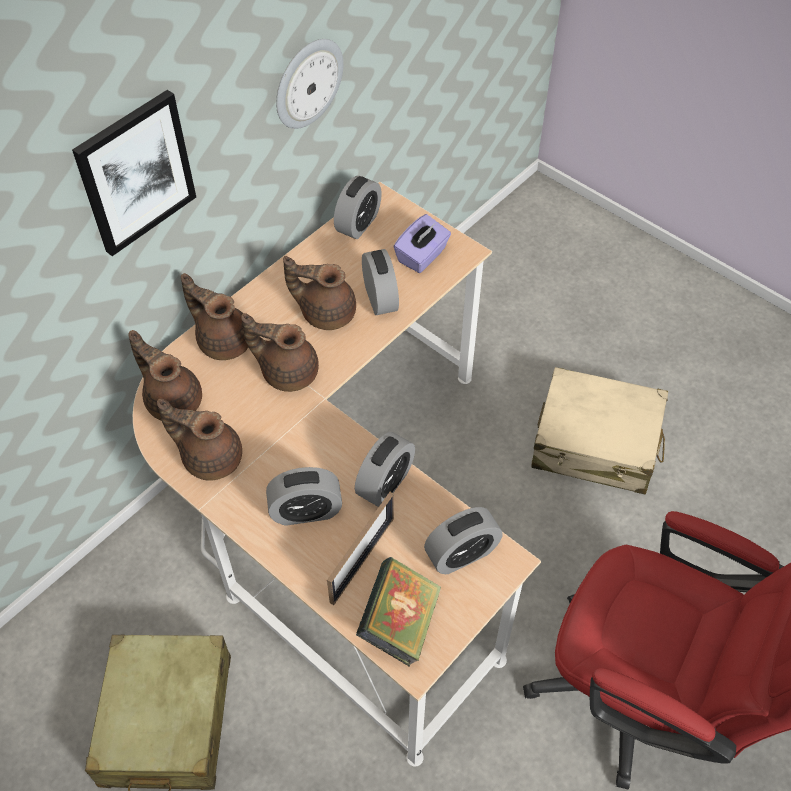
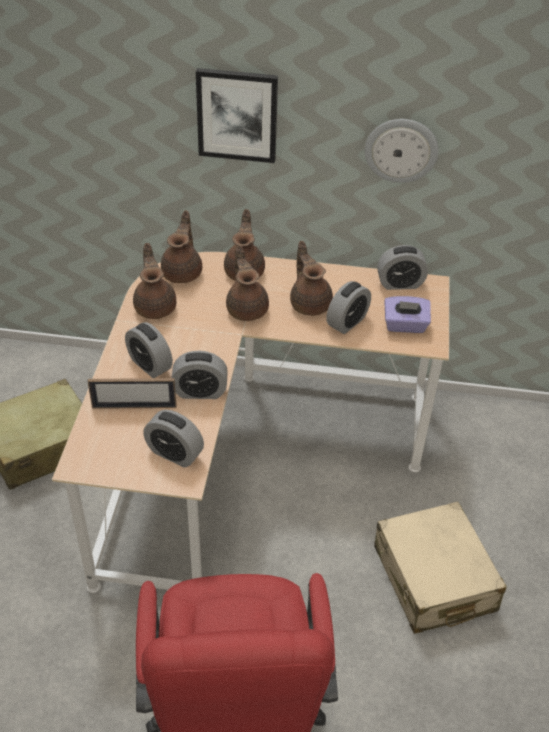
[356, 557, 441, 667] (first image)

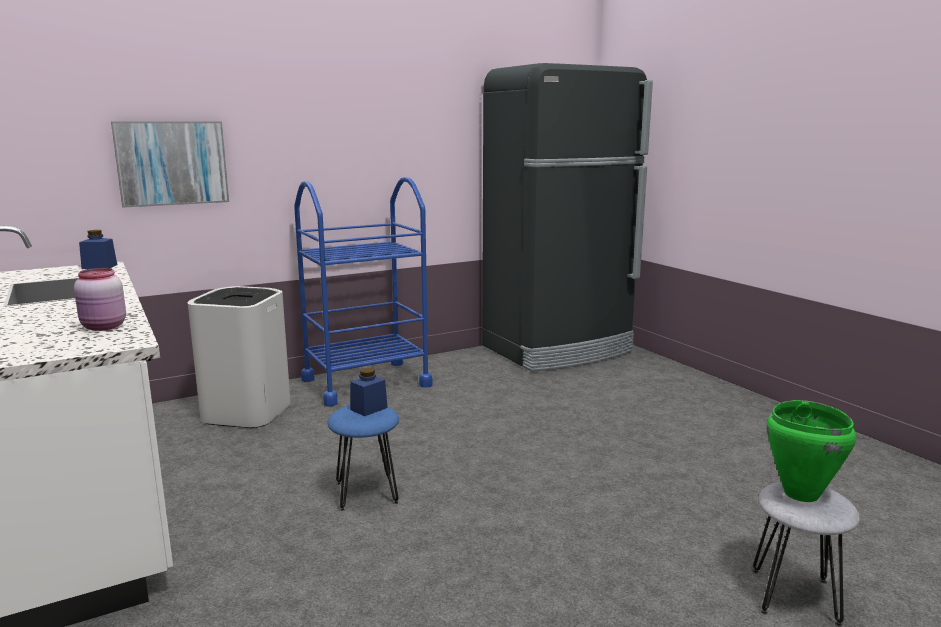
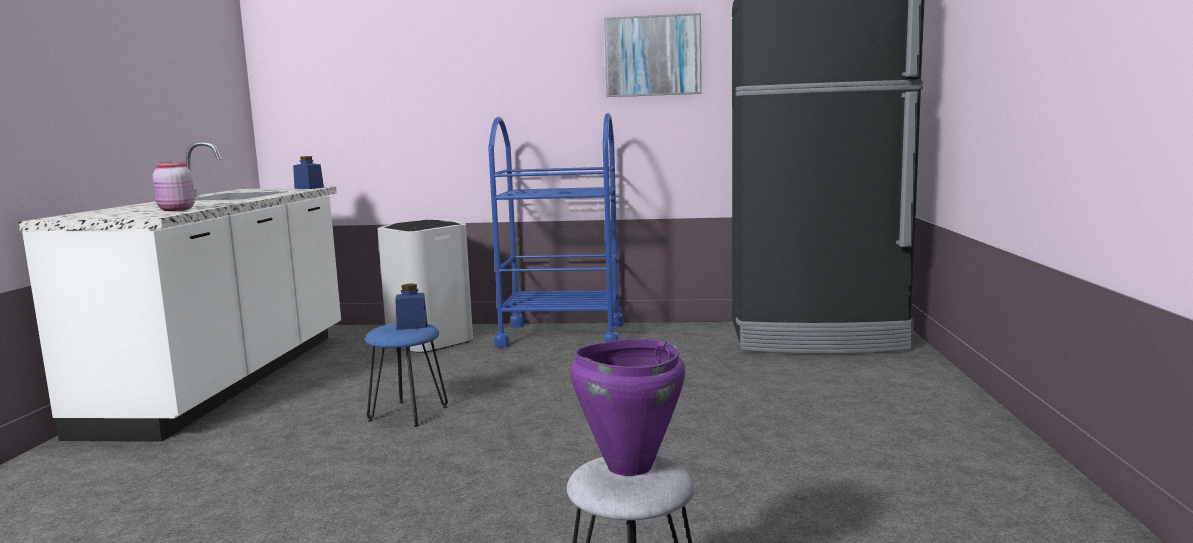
[570, 339, 685, 476]
[604, 13, 702, 97]

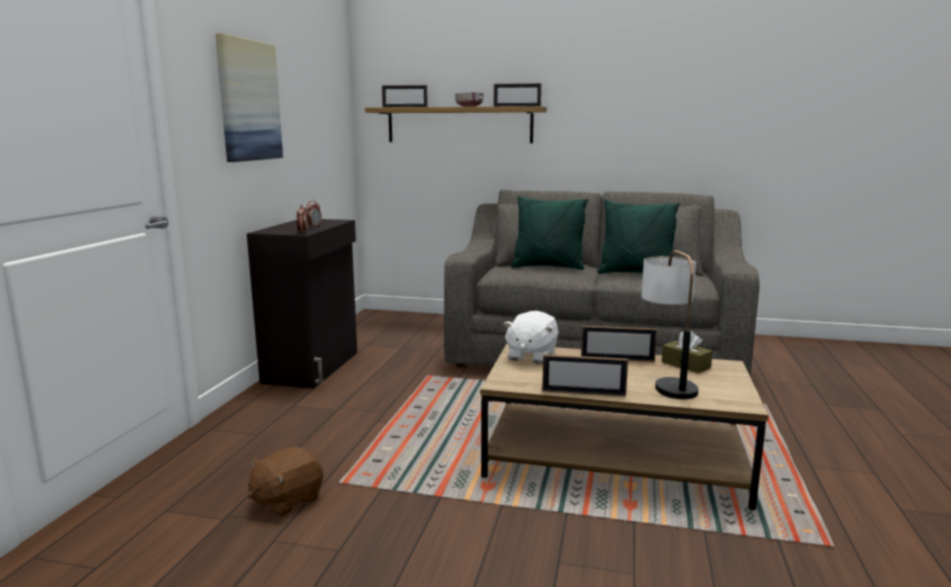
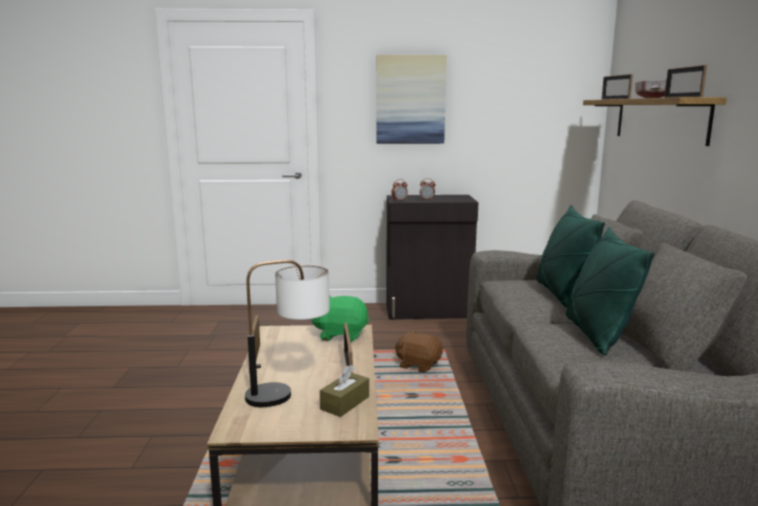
[312, 295, 369, 342]
[395, 331, 443, 373]

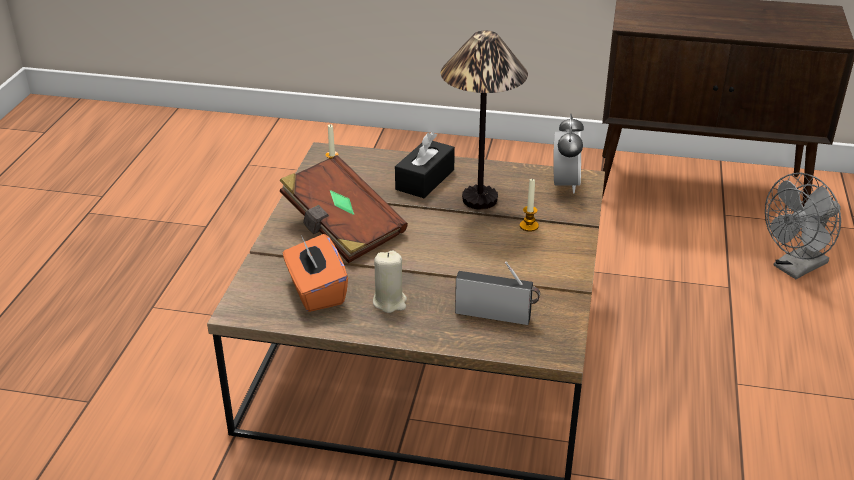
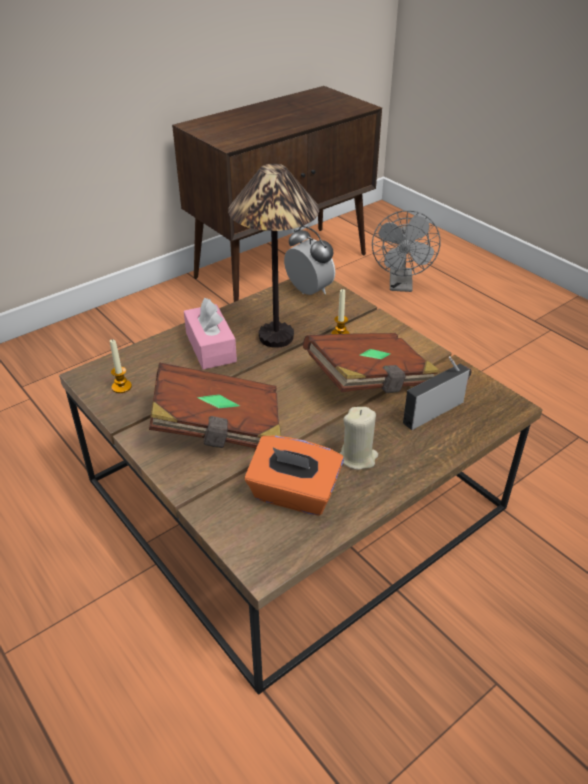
[184, 298, 237, 370]
[303, 333, 440, 393]

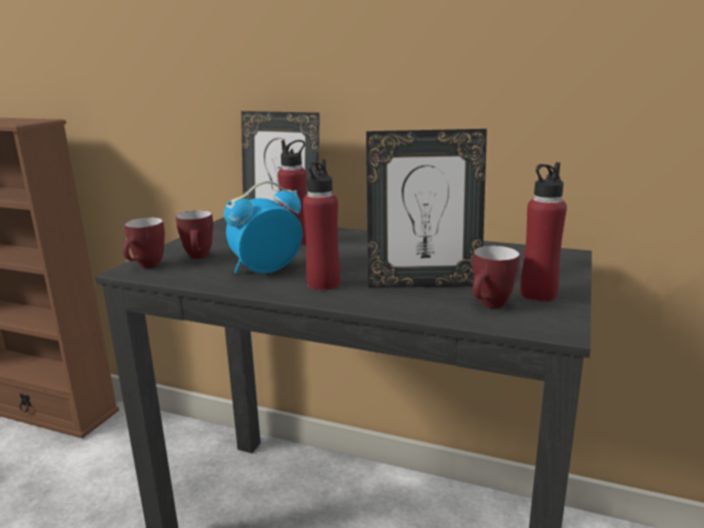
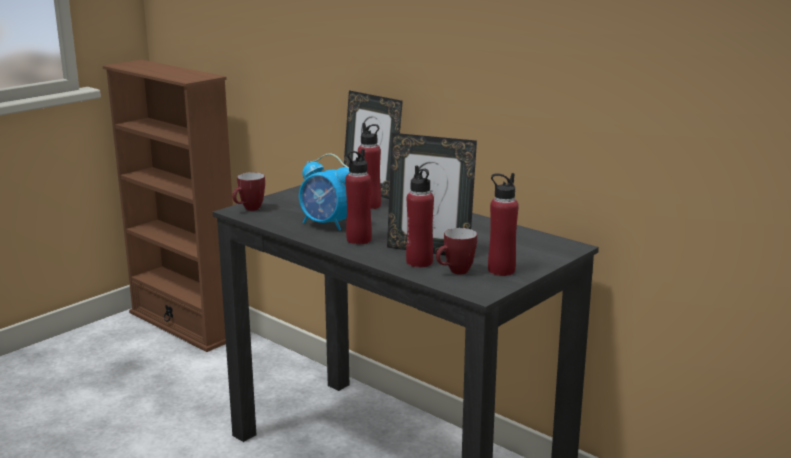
[299, 153, 349, 231]
[406, 165, 434, 268]
[176, 210, 213, 259] (first image)

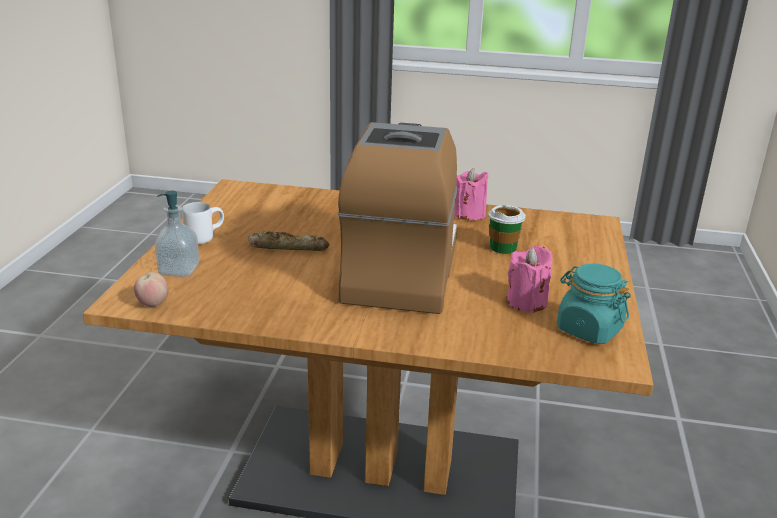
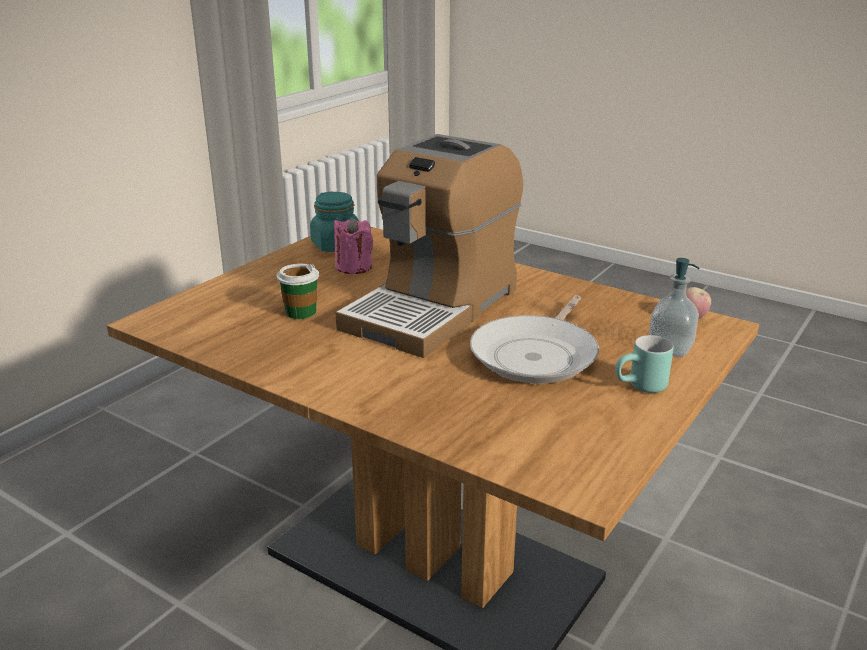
[470, 295, 599, 384]
[615, 335, 673, 393]
[454, 168, 488, 220] (first image)

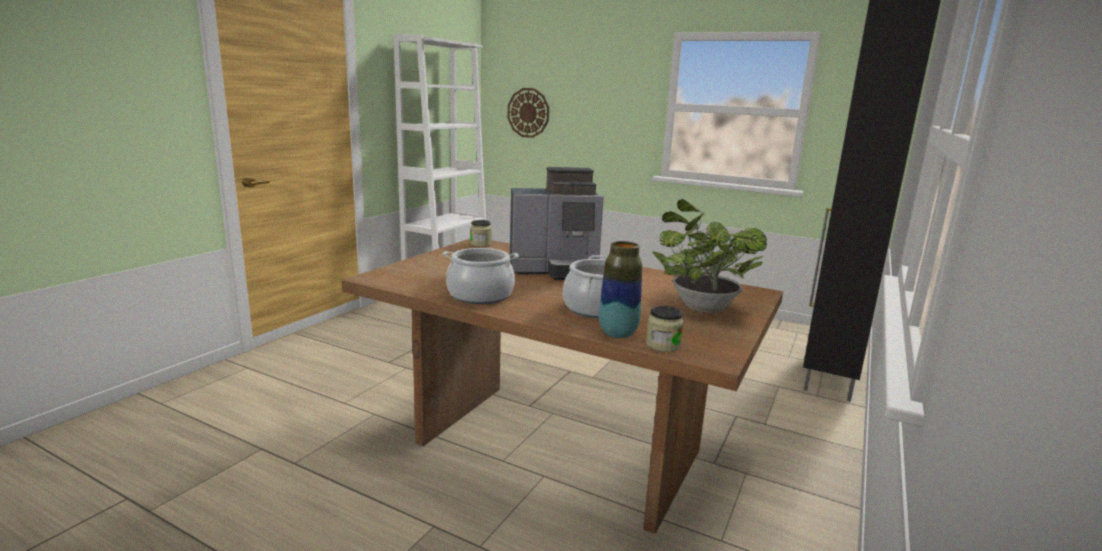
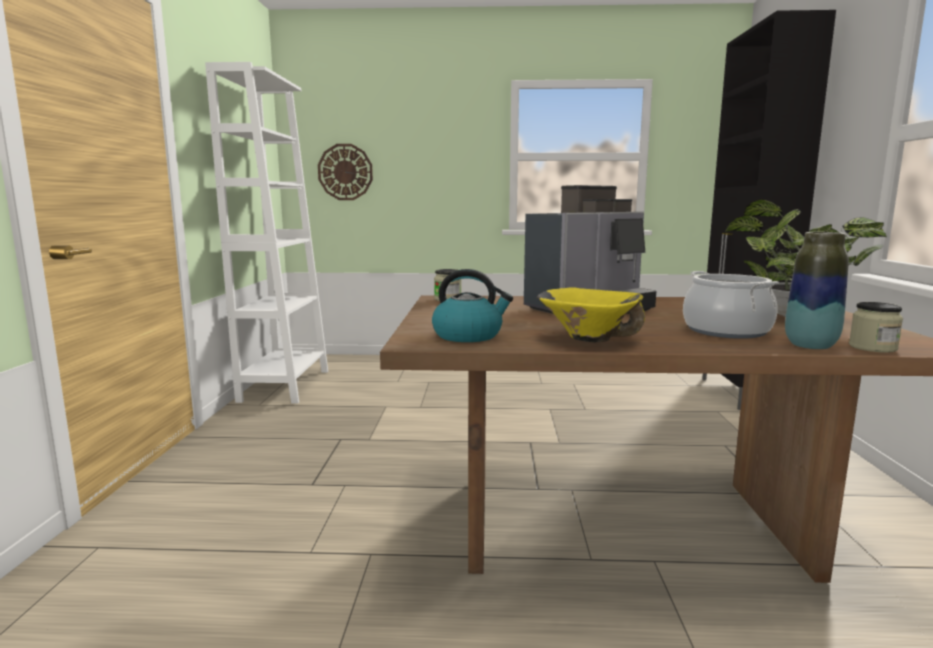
[432, 269, 513, 342]
[537, 287, 645, 342]

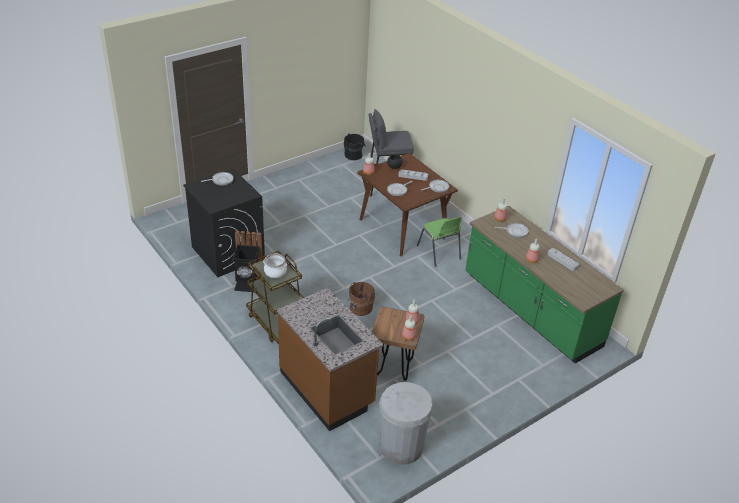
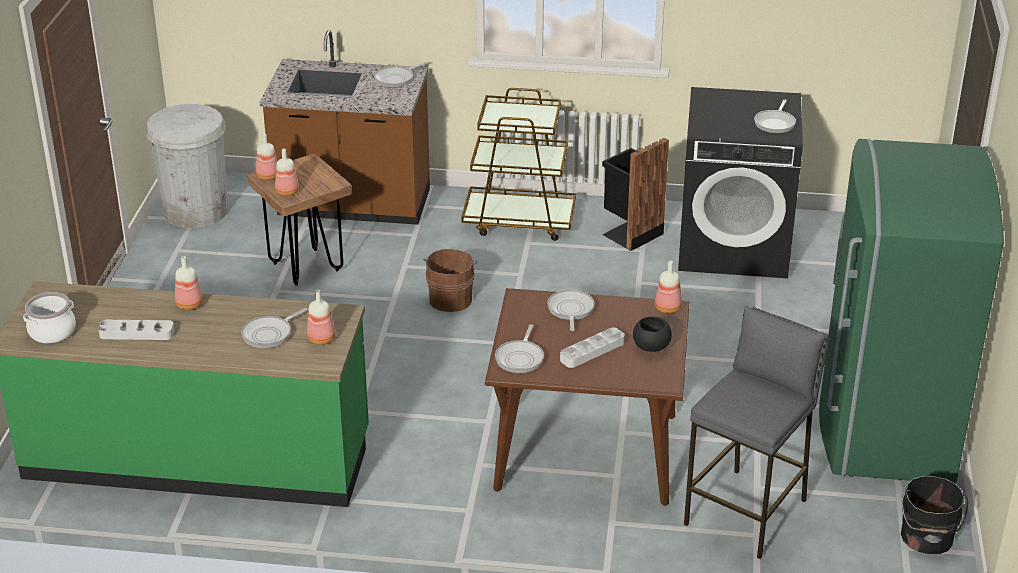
[23, 292, 76, 343]
[374, 62, 427, 88]
[819, 139, 1004, 484]
[417, 217, 462, 267] (first image)

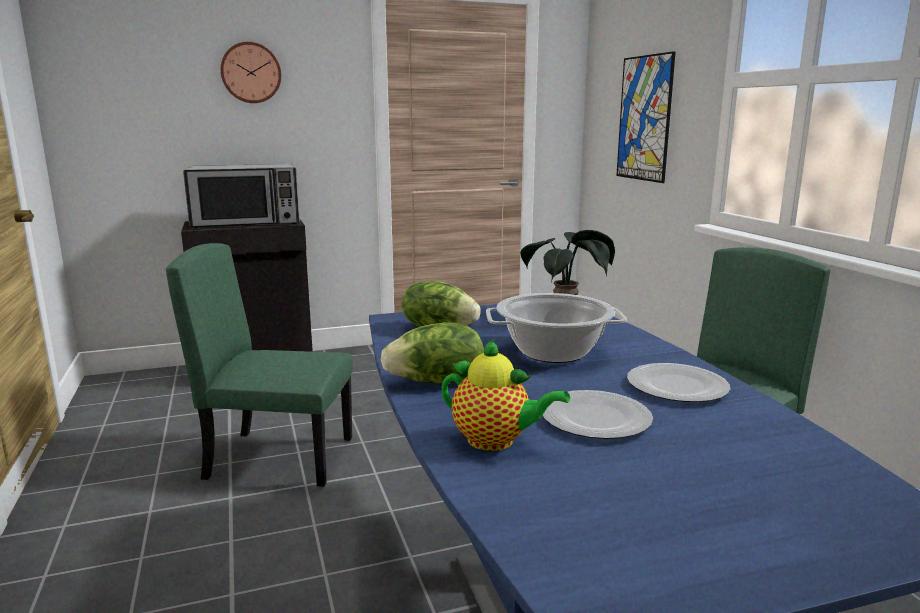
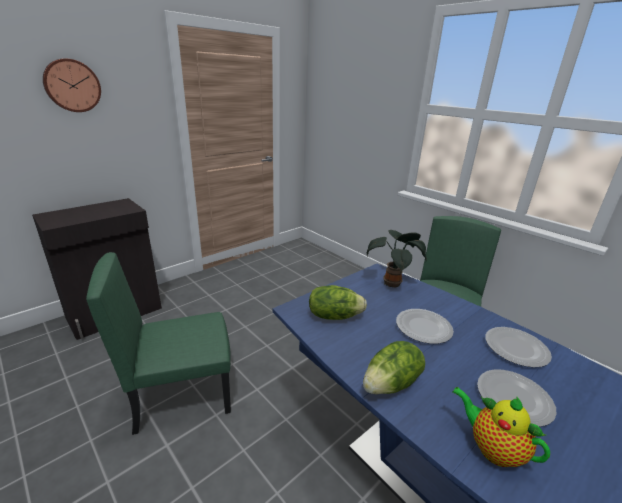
[396, 309, 454, 344]
[452, 387, 550, 467]
[183, 164, 300, 228] (first image)
[616, 51, 676, 183] (first image)

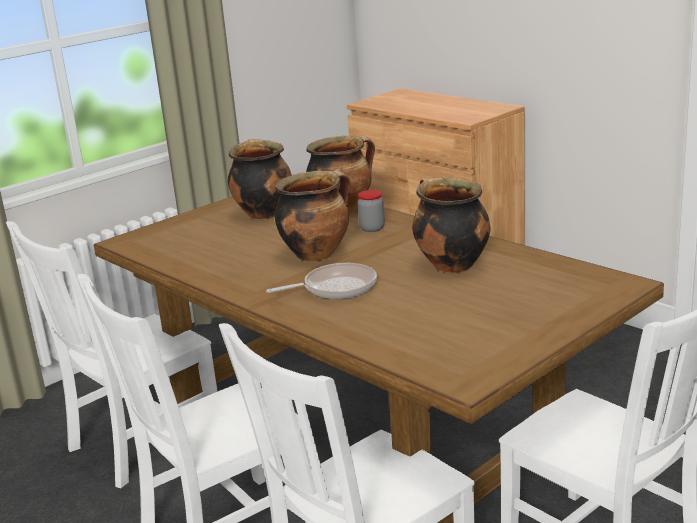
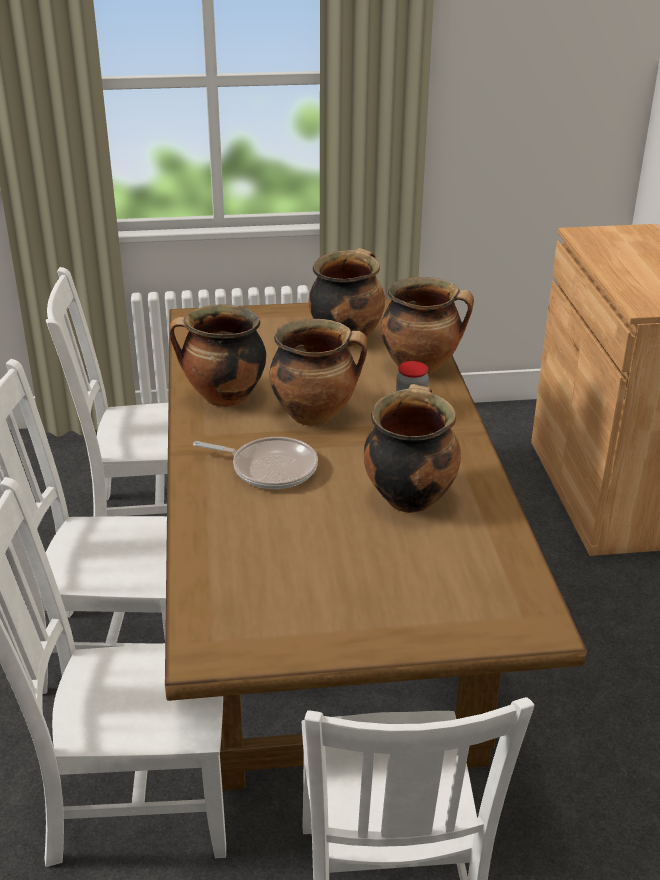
[169, 304, 266, 407]

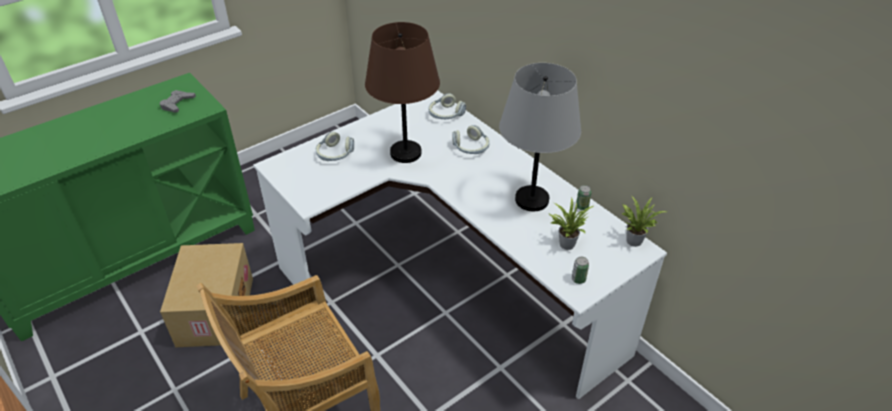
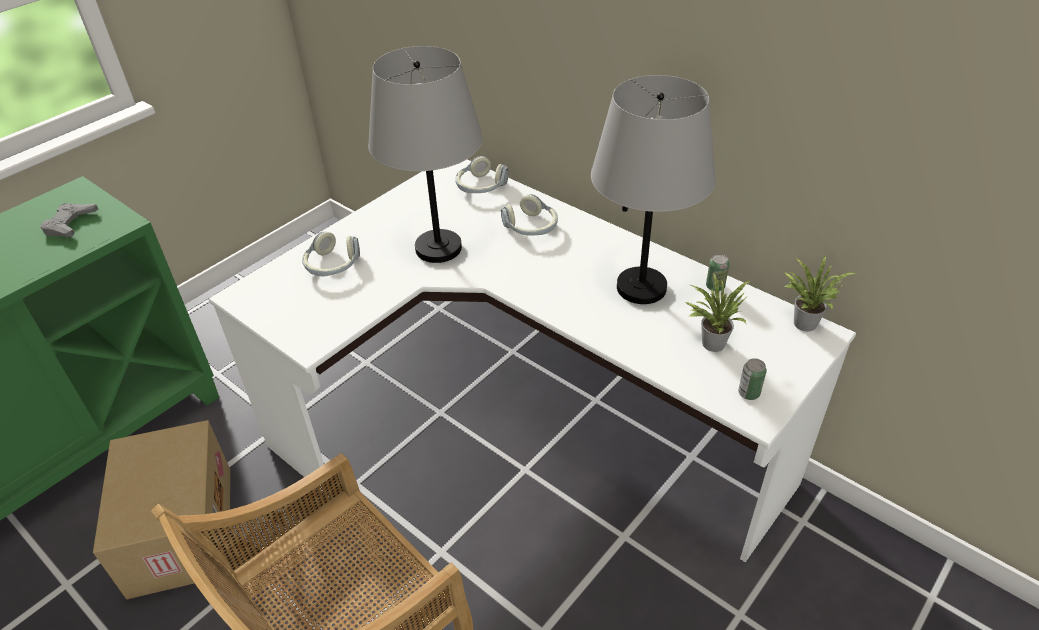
[368, 46, 483, 263]

